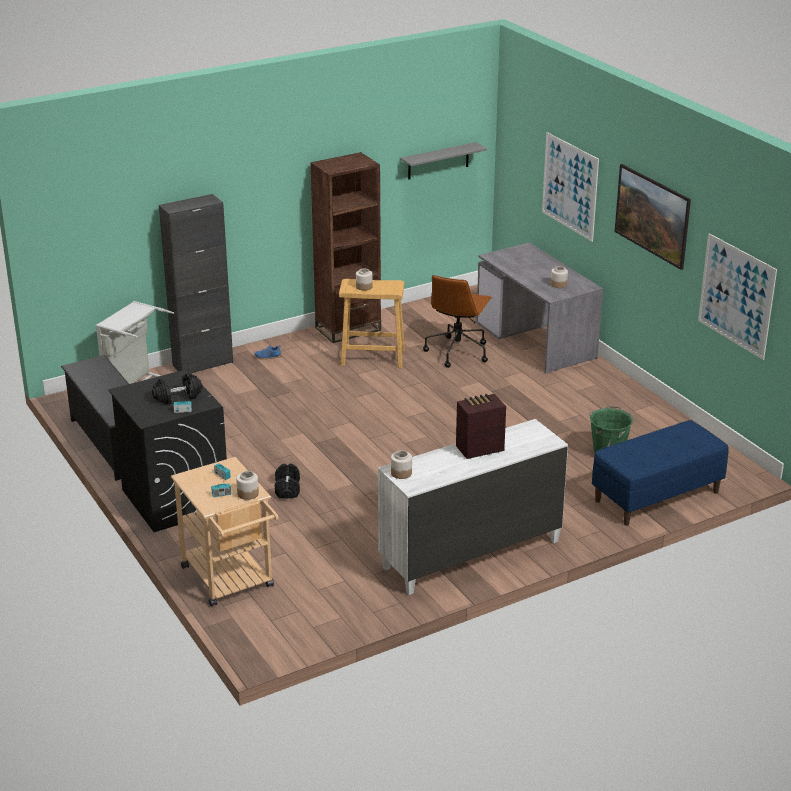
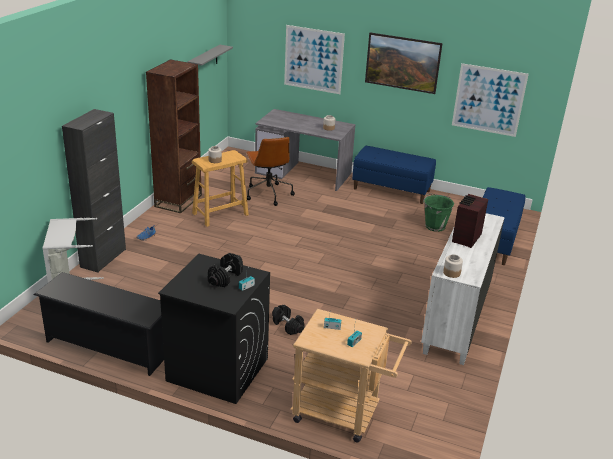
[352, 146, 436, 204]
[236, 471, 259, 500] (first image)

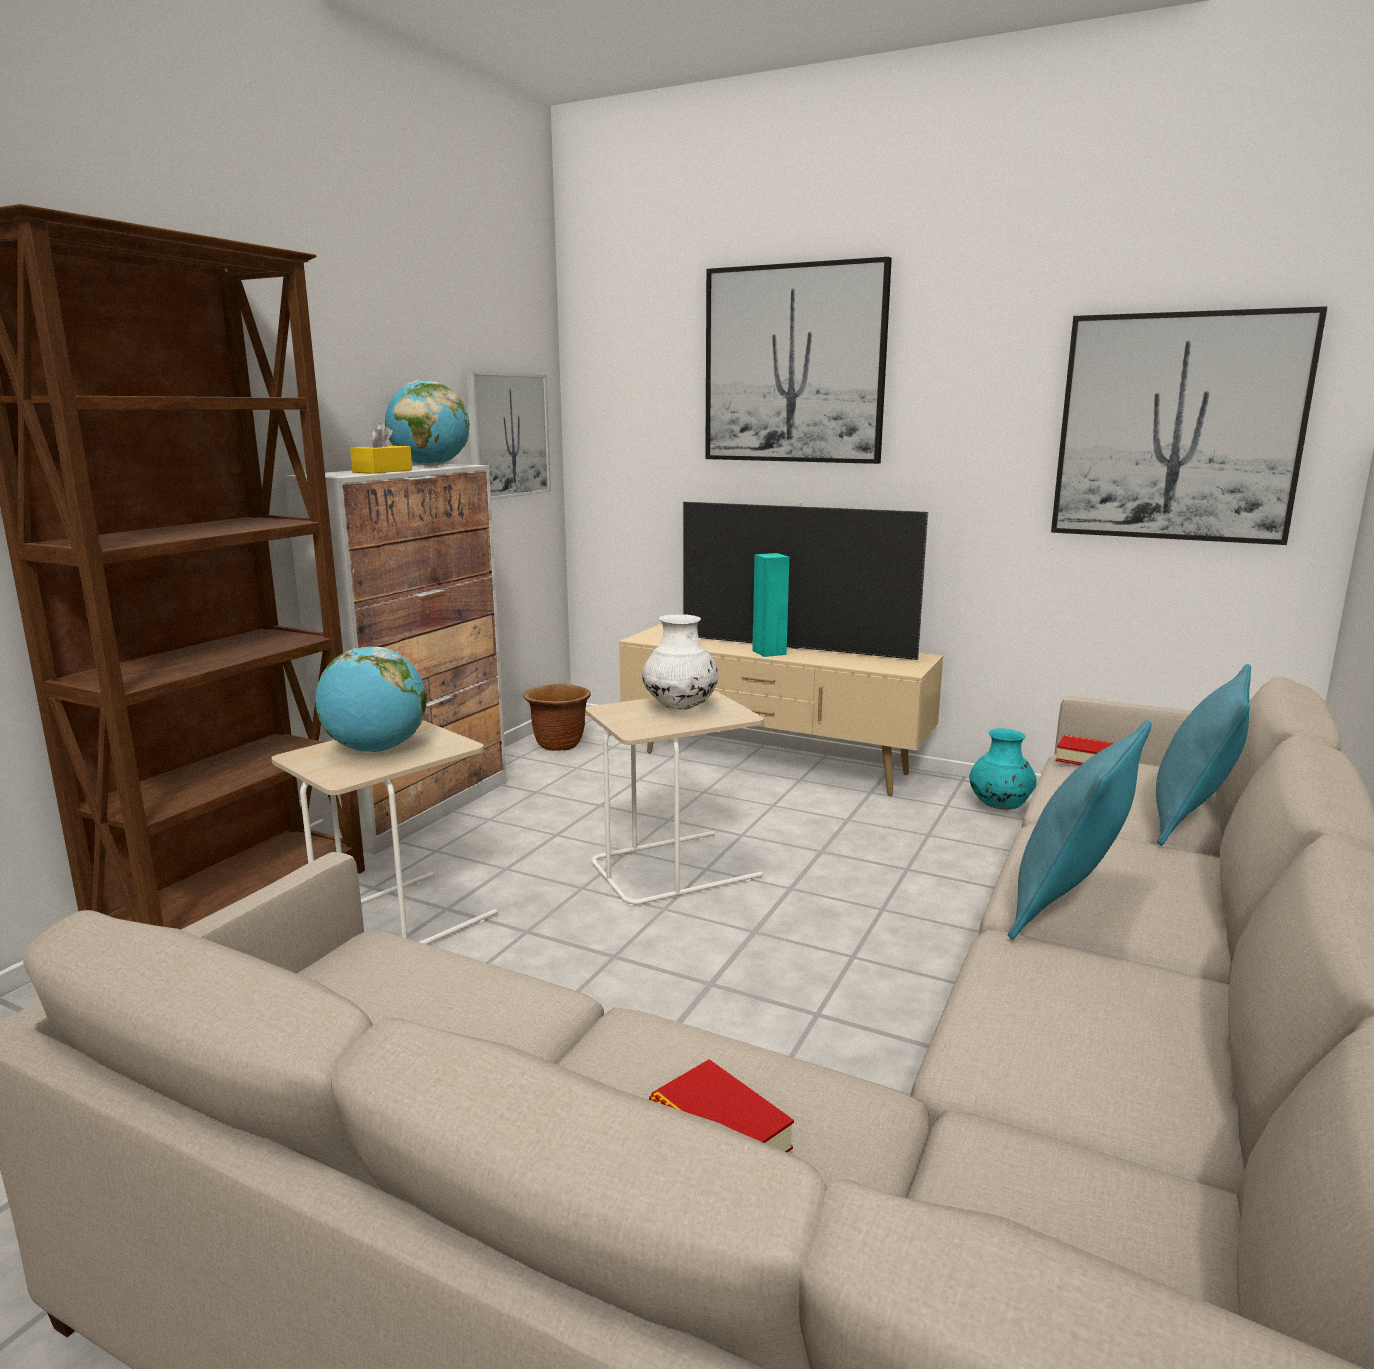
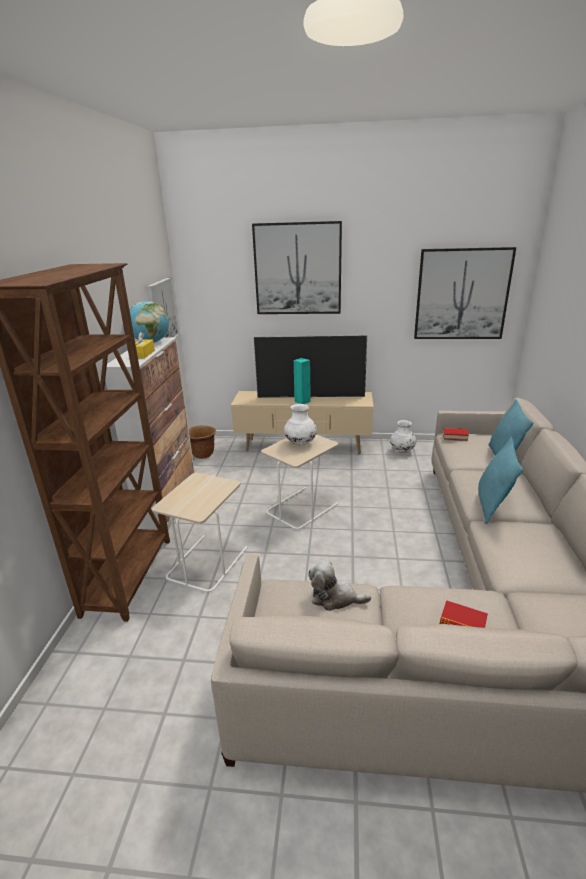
[308, 560, 371, 611]
[390, 420, 416, 452]
[315, 646, 427, 752] (first image)

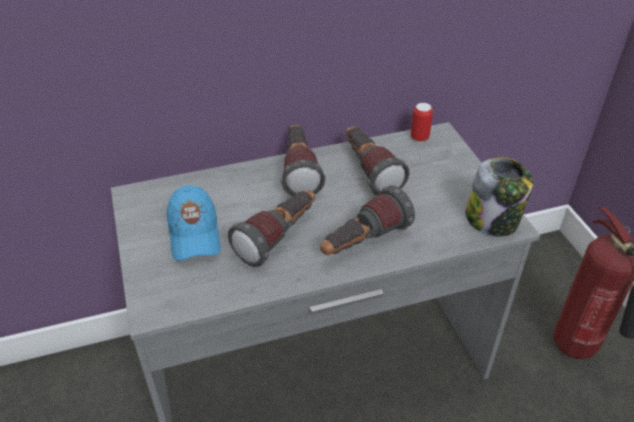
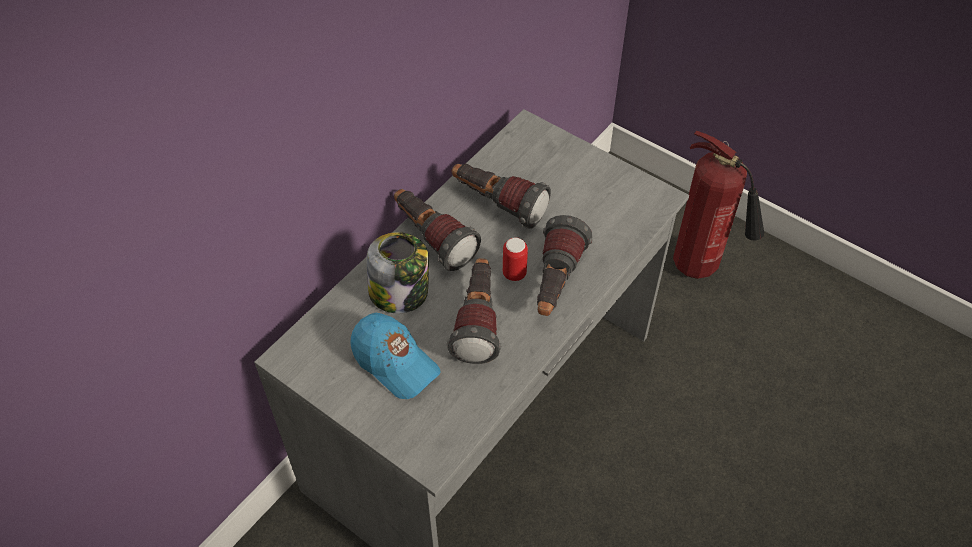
[367, 232, 429, 313]
[503, 237, 528, 281]

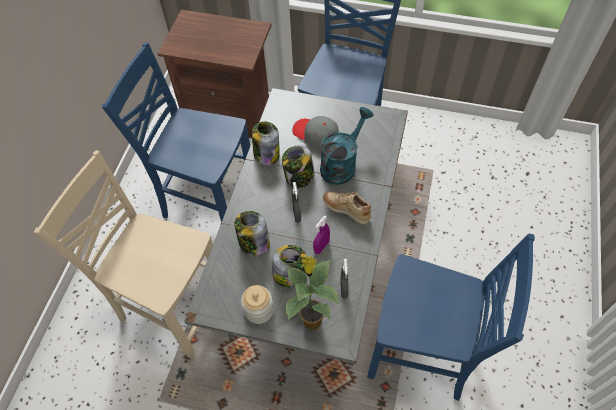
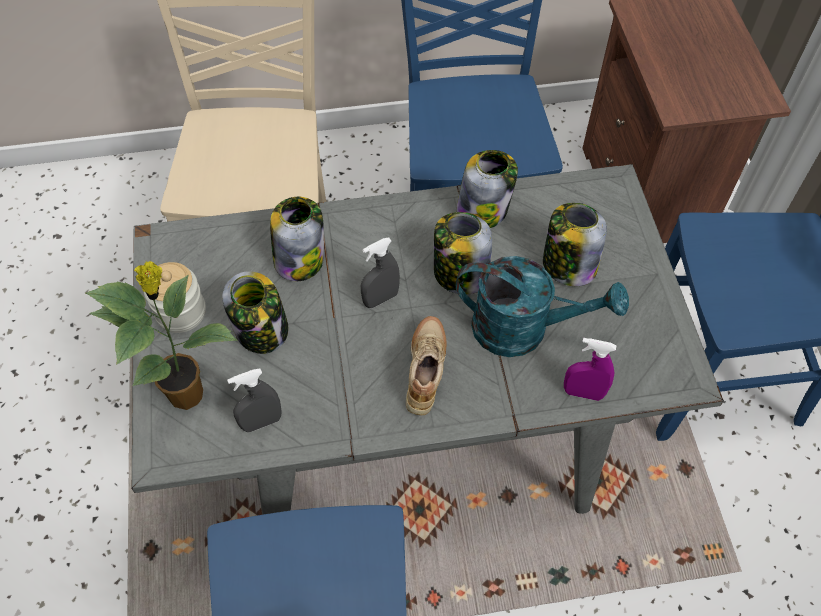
[543, 203, 607, 286]
[564, 338, 617, 401]

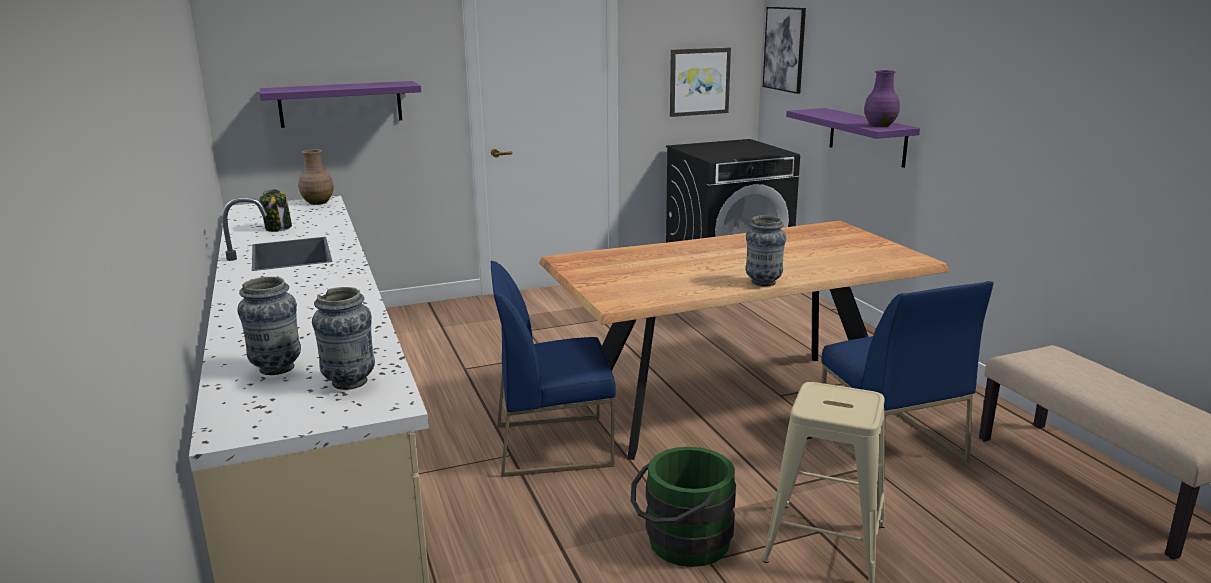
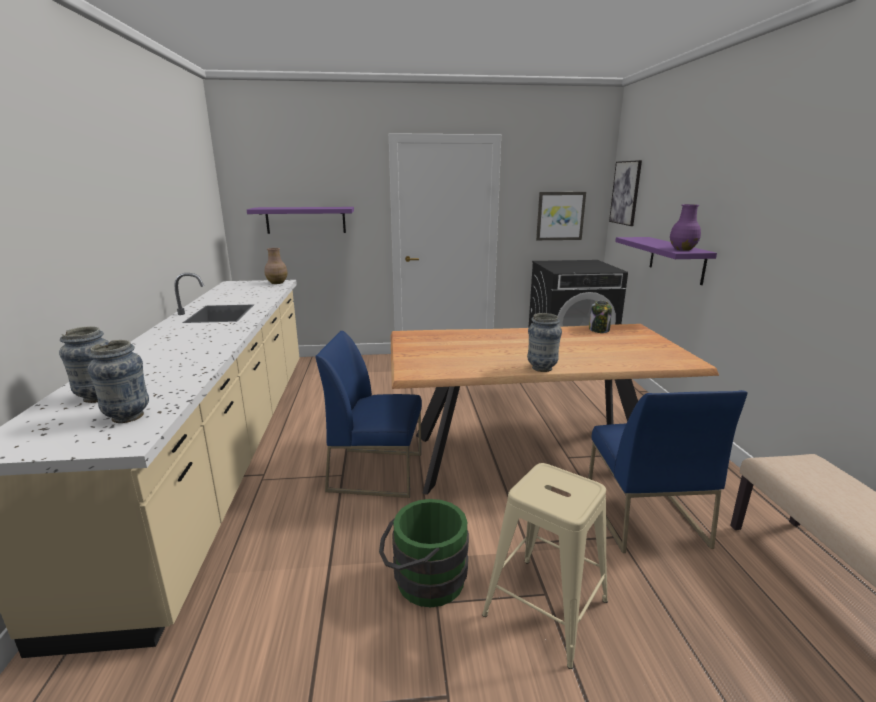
[589, 301, 612, 333]

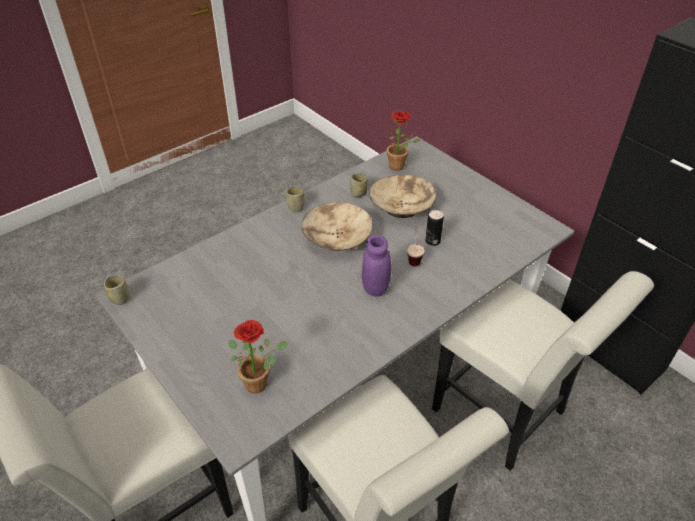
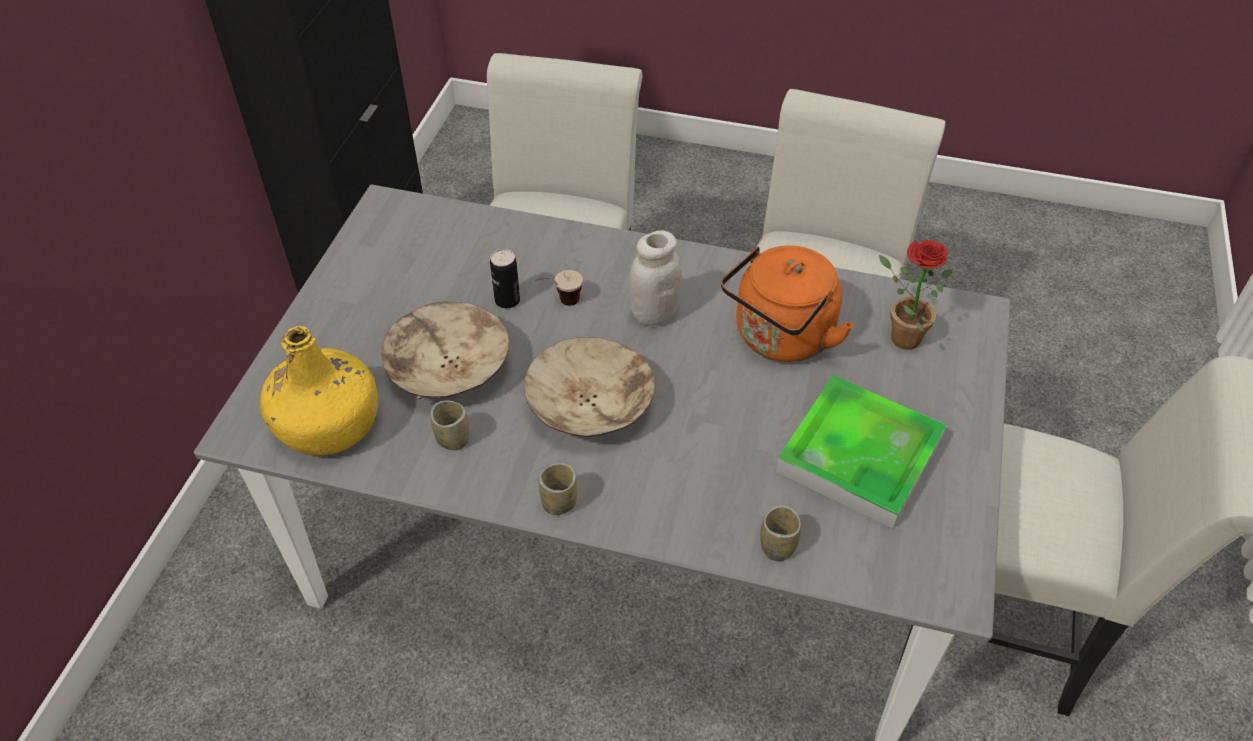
[260, 326, 378, 455]
[629, 230, 682, 326]
[721, 245, 854, 362]
[760, 505, 801, 561]
[776, 375, 947, 528]

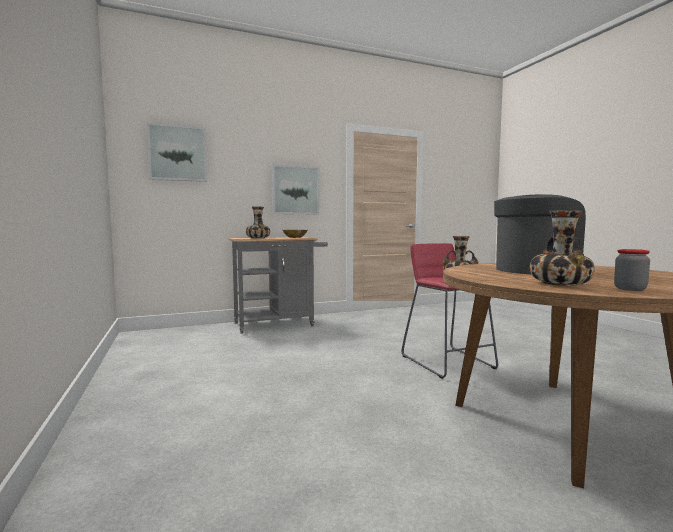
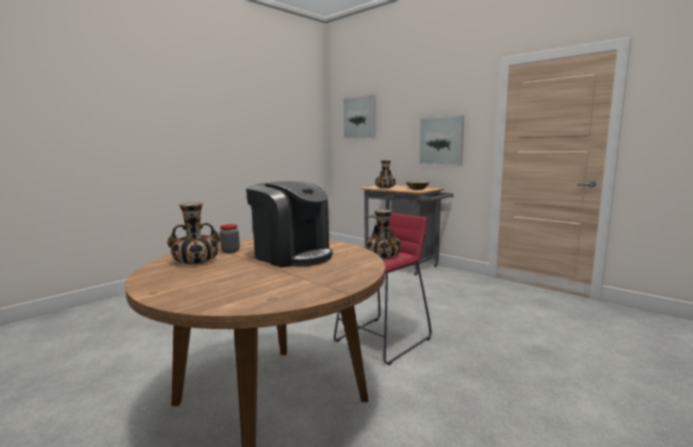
[220, 224, 240, 253]

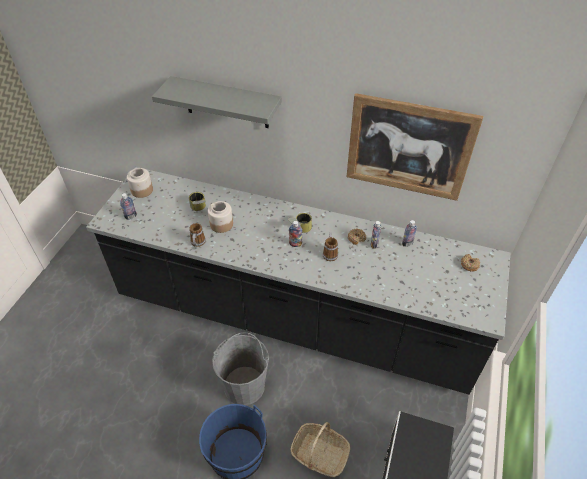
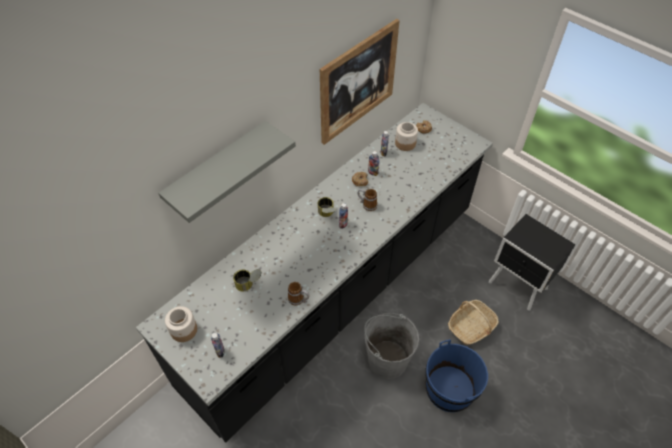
[395, 122, 418, 151]

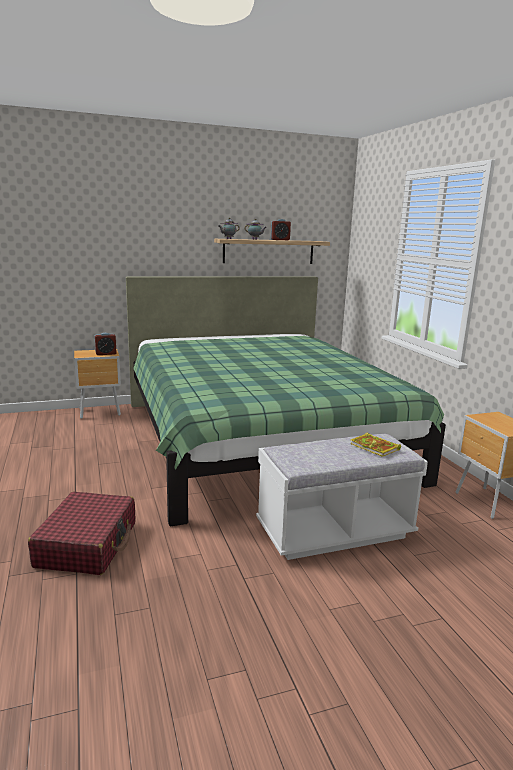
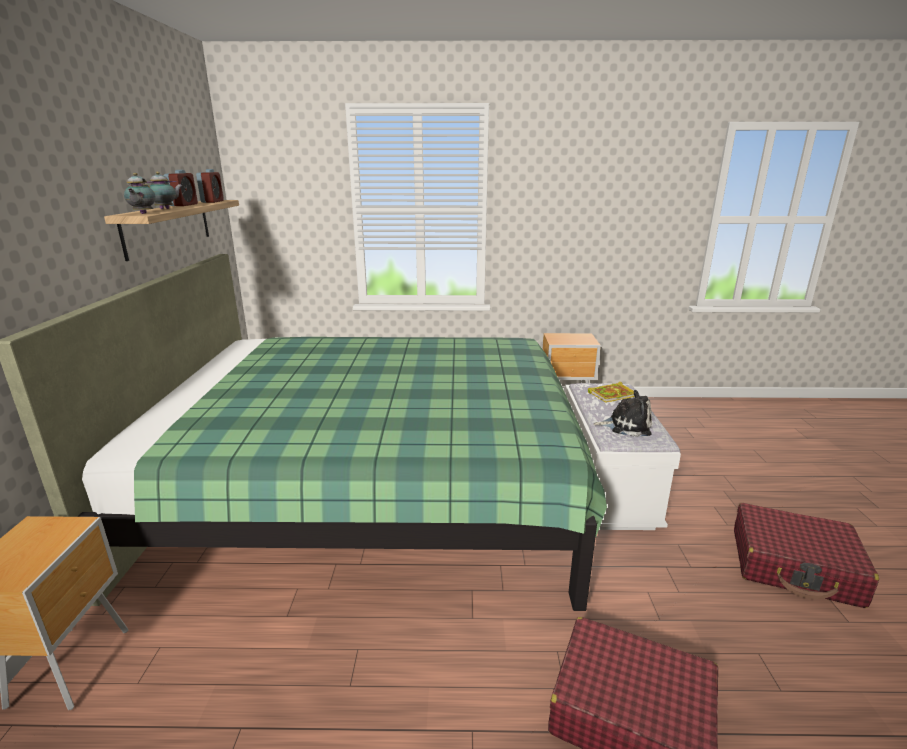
[196, 169, 224, 203]
[594, 390, 652, 437]
[734, 503, 879, 608]

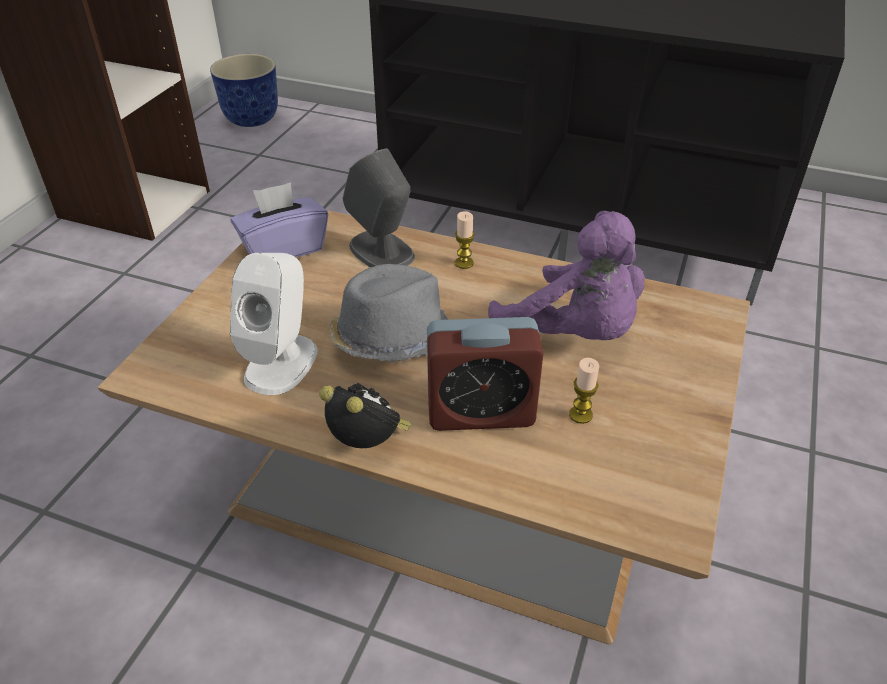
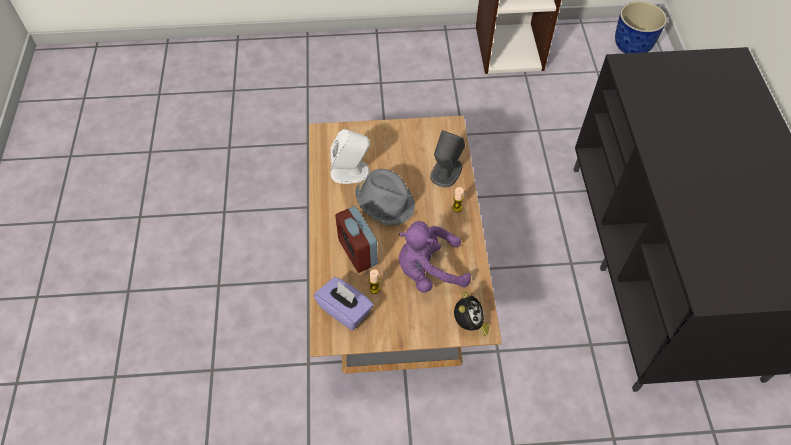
[314, 277, 374, 330]
[399, 221, 471, 293]
[454, 292, 489, 336]

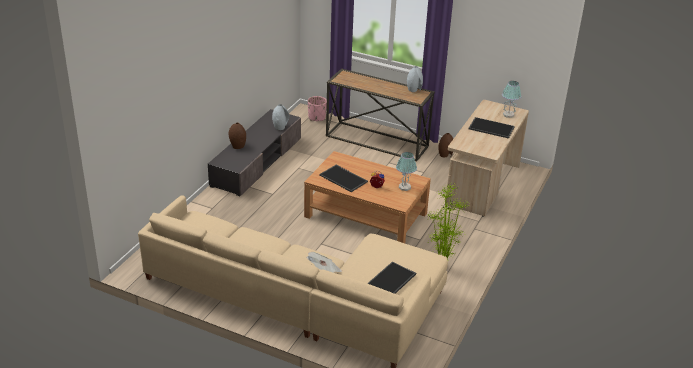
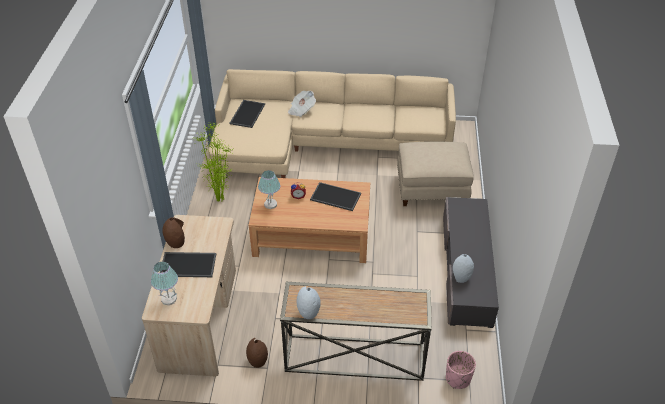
[162, 217, 185, 248]
[397, 141, 474, 206]

